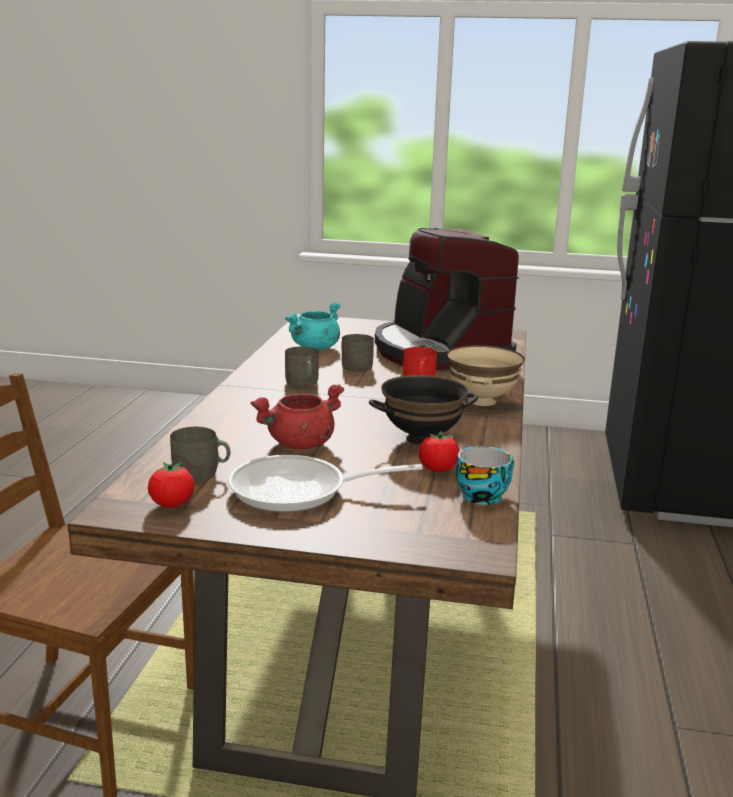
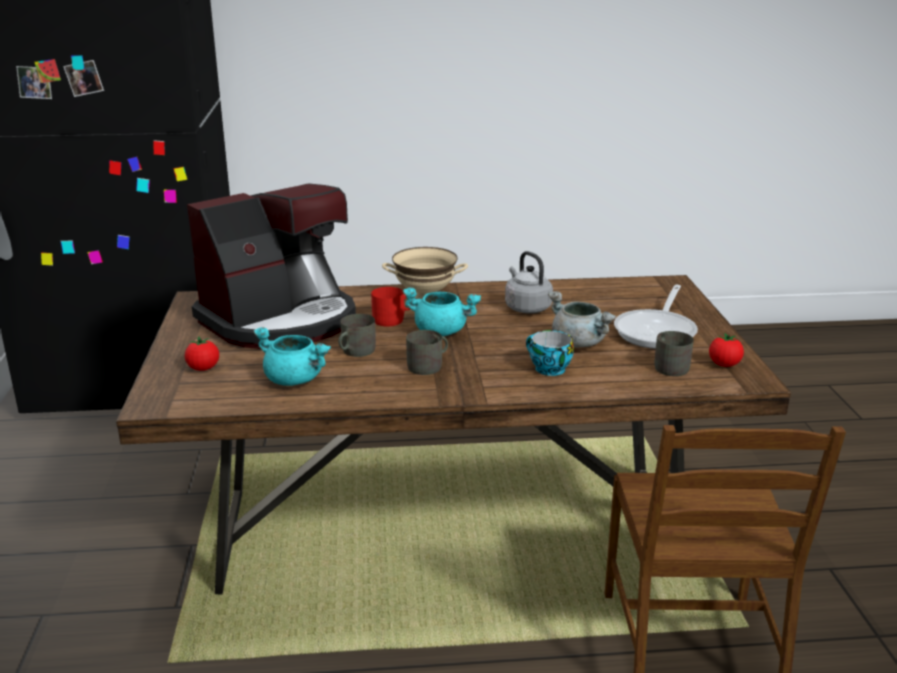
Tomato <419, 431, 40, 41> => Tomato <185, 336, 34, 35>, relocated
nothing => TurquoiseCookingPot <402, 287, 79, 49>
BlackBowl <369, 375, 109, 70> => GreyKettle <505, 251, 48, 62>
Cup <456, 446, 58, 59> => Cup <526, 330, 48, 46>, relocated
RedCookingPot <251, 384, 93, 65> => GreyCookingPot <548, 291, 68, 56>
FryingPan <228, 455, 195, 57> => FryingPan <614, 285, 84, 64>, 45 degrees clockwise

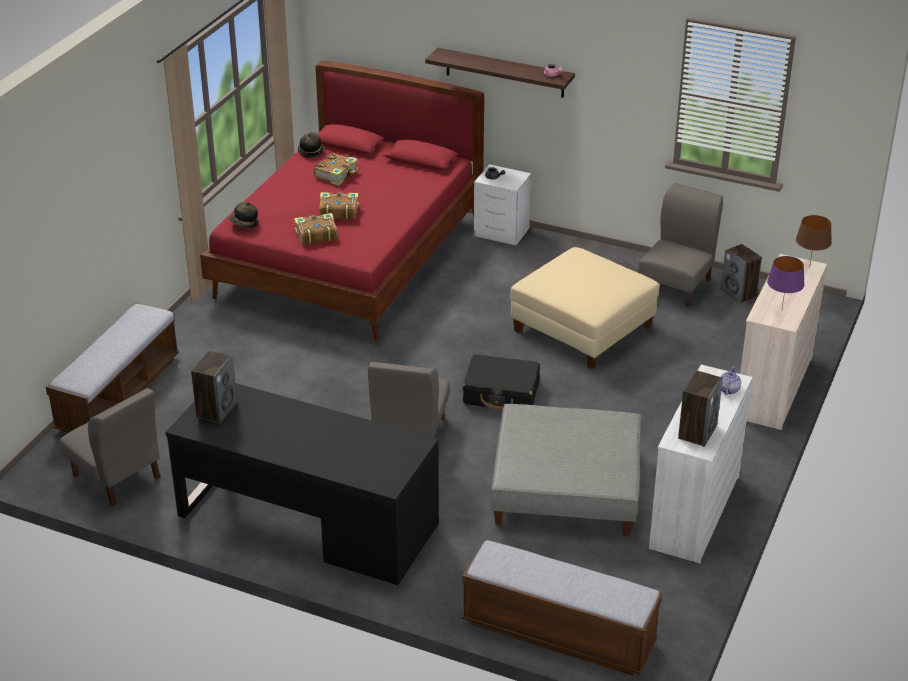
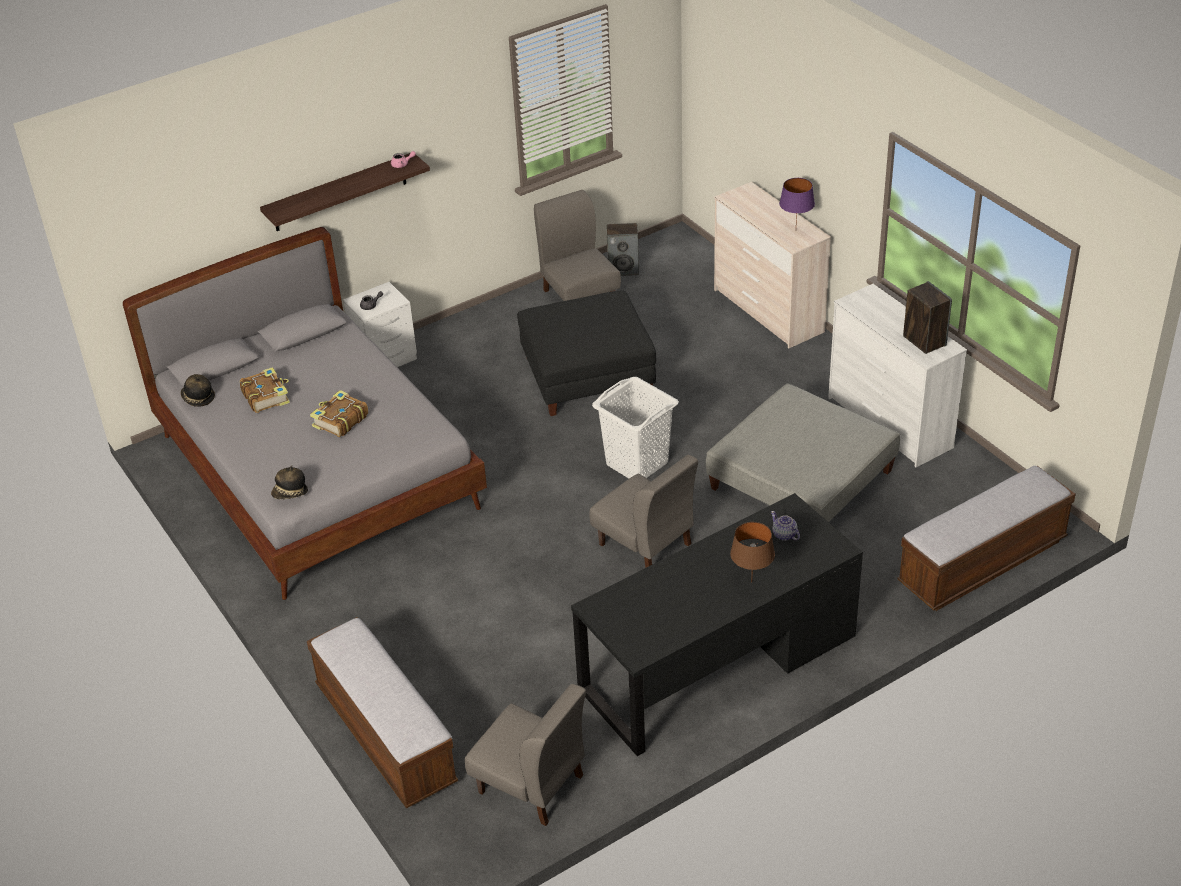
RedBed <200, 61, 284, 280> => GreyBed <123, 227, 364, 373>
GreyChair <60, 388, 100, 118> => GreyChair <465, 684, 121, 142>, 45 degrees clockwise
BeigeOttoman <510, 247, 150, 122> => BlackOttoman <517, 291, 139, 125>
BlackSuitcase <463, 354, 77, 57> => WhiteLaundryBasket <592, 377, 87, 101>
BrownTableLamp <796, 215, 36, 53> => BrownTableLamp <730, 522, 45, 48>, relocated
Teapot <720, 366, 21, 29> => Teapot <771, 511, 29, 30>, relocated
Speaker <191, 351, 46, 73> => nothing
Book <294, 213, 44, 32> => nothing

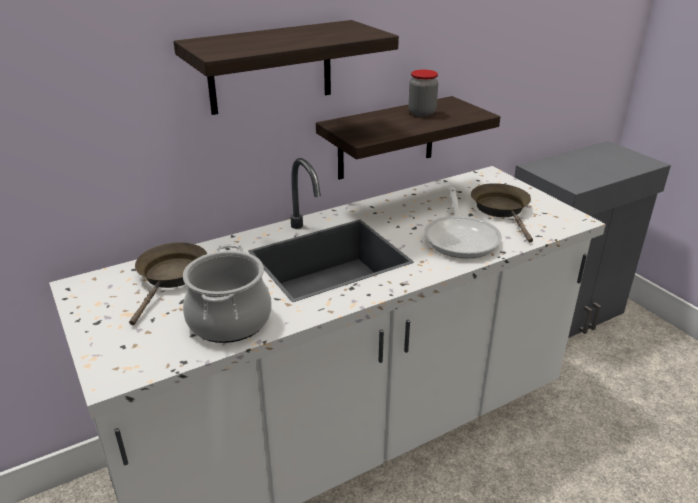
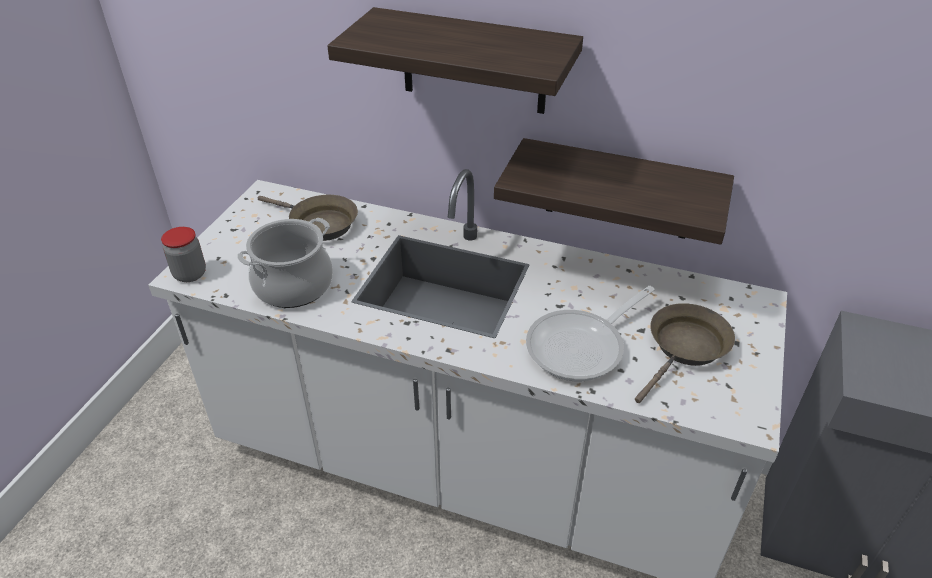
Jar <408, 69, 30, 48> => Jar <161, 227, 45, 55>, relocated
BrownFryingPan <129, 242, 78, 83> => BrownFryingPan <258, 195, 100, 46>, 60 degrees clockwise

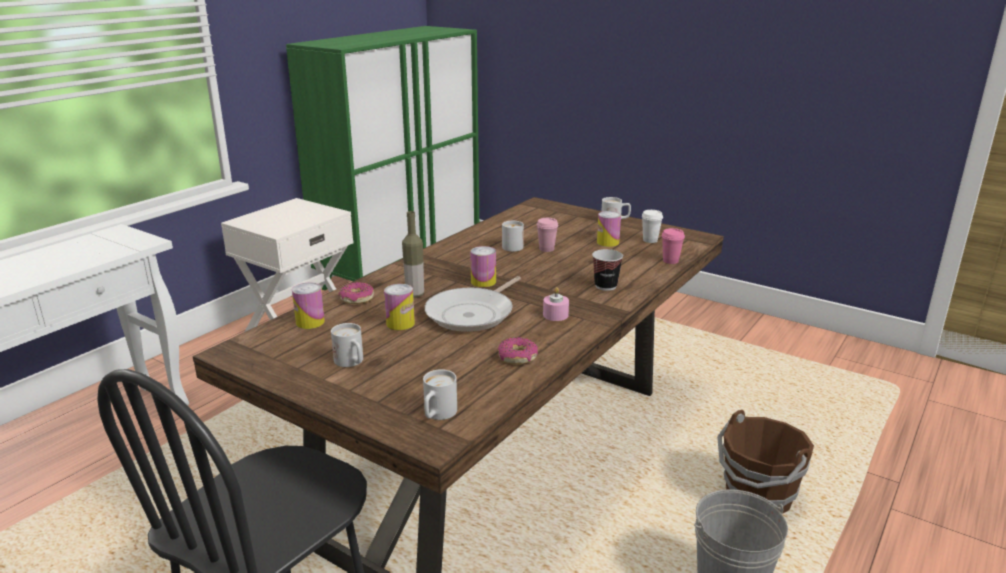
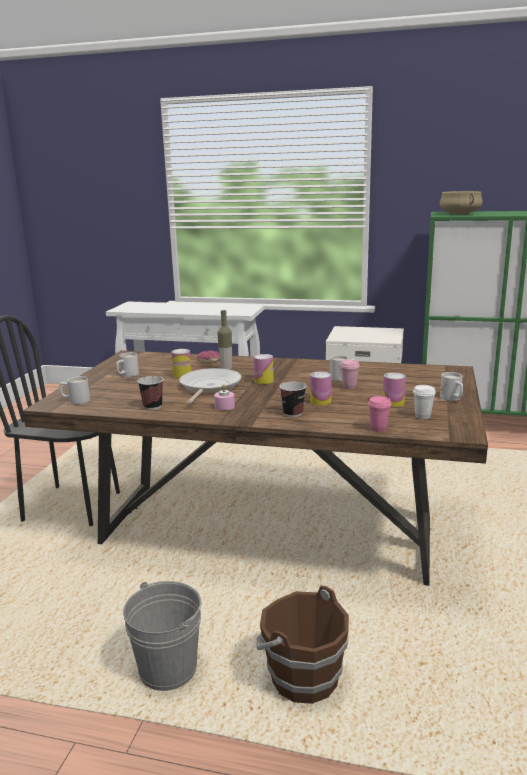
Donut <498, 337, 40, 28> => Cup <138, 376, 26, 34>
FryingPan <425, 276, 96, 56> => FryingPan <179, 368, 63, 36>, 90 degrees clockwise
Can <292, 283, 33, 46> => Can <310, 371, 22, 35>, relocated
nothing => BeigeCookingPot <440, 191, 43, 23>

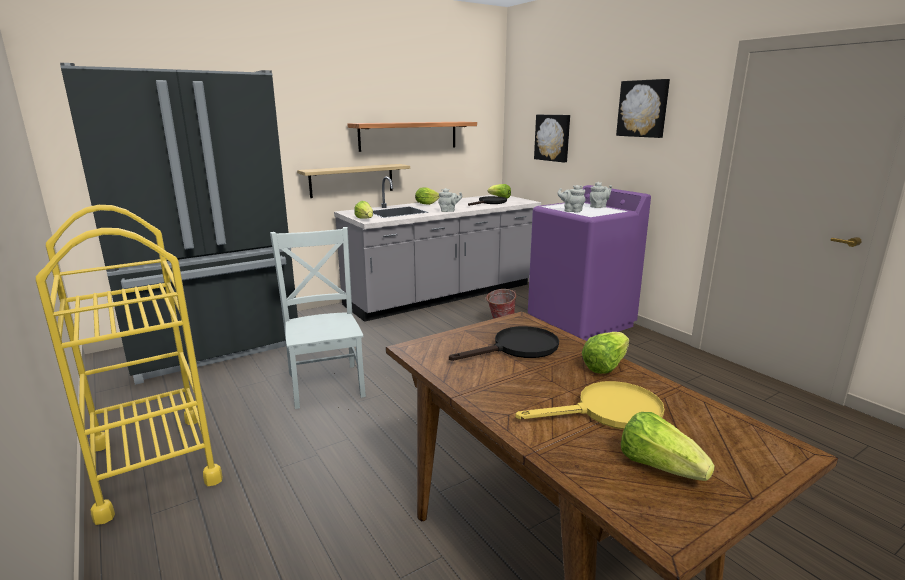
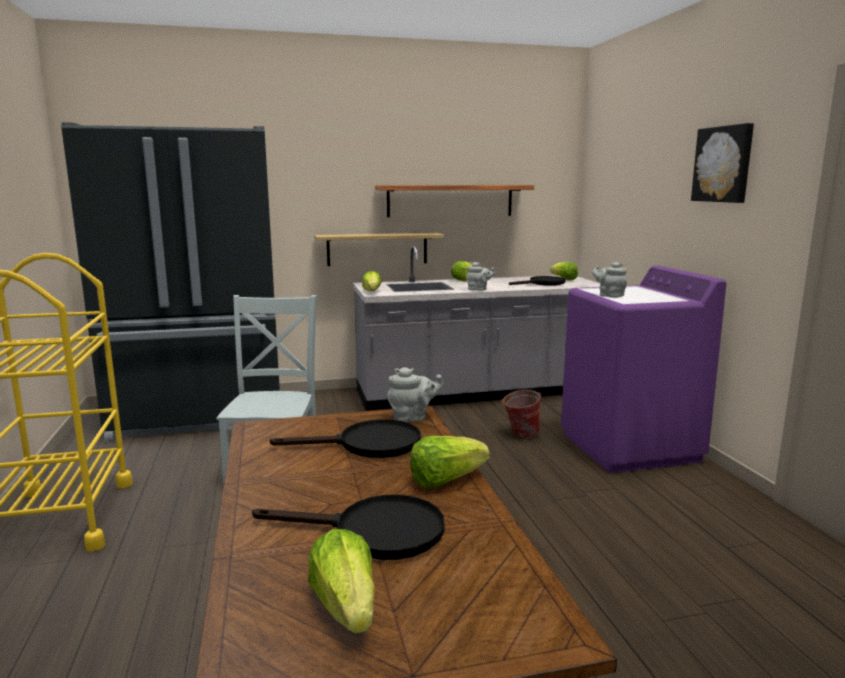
YellowFryingPan <516, 381, 148, 48> => BlackFryingPan <252, 495, 193, 65>
GreyTeapot <590, 182, 22, 26> => GreyTeapot <387, 367, 57, 55>, relocated
Picture <534, 115, 36, 47> => nothing

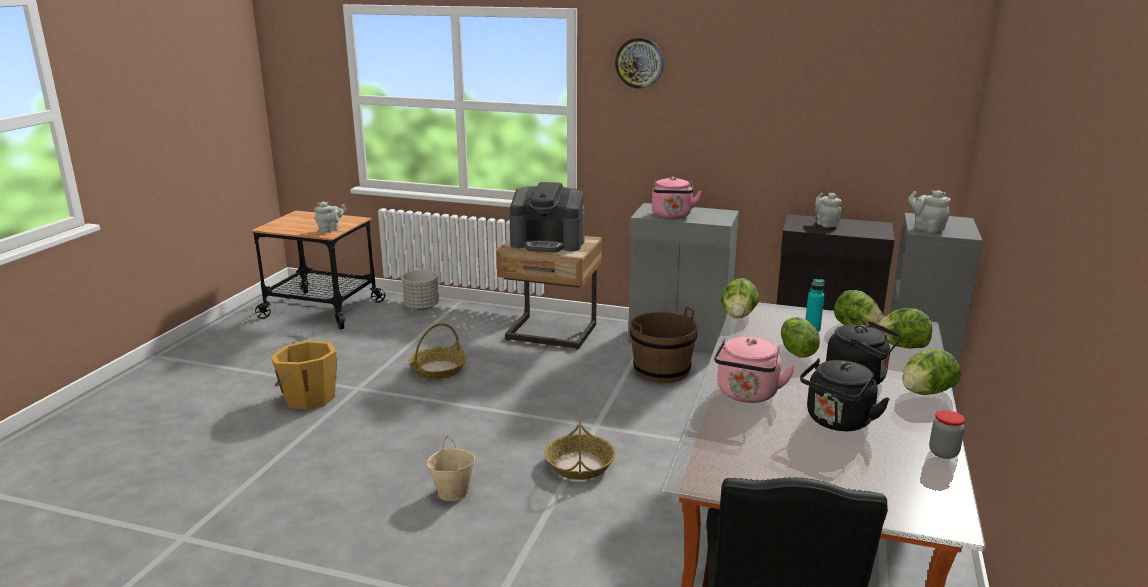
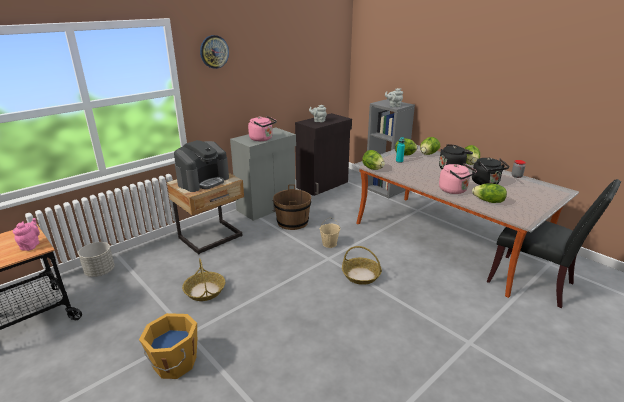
GreyTeapot <314, 202, 32, 31> => PinkTeapot <13, 218, 27, 33>
BeigeBucket <427, 436, 48, 65> => BeigeBucket <320, 218, 20, 30>, relocated
Lettuce <781, 317, 39, 41> => Lettuce <472, 183, 35, 20>, relocated

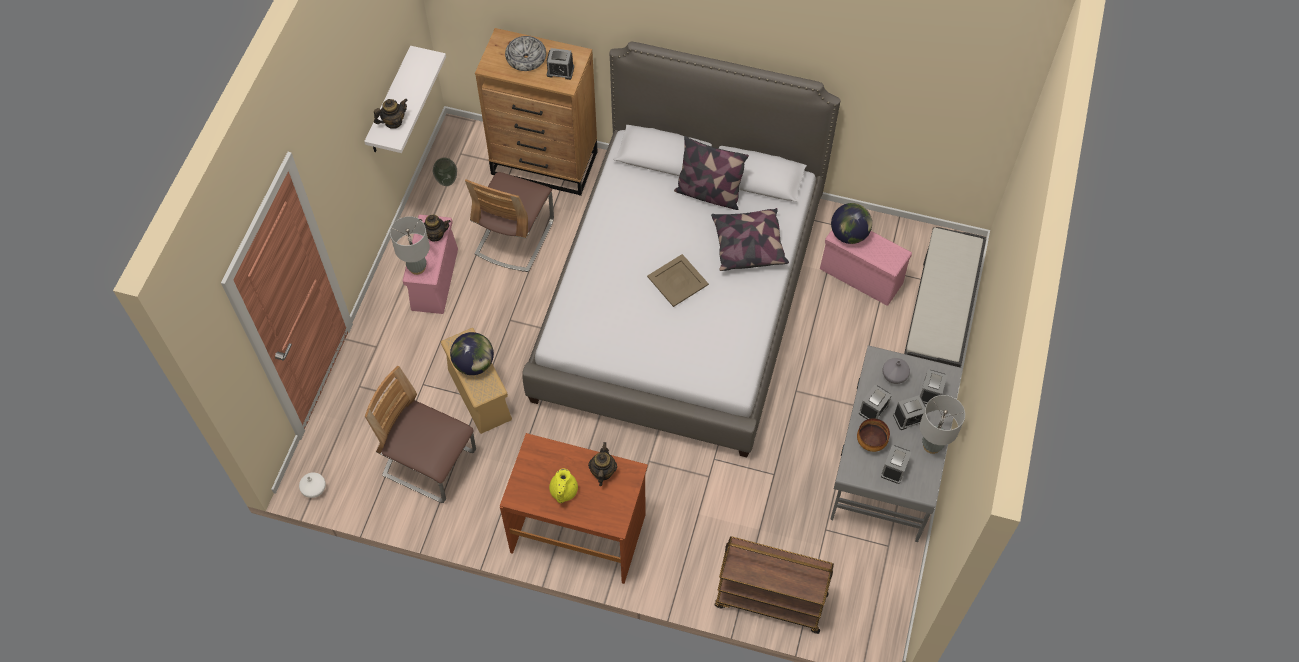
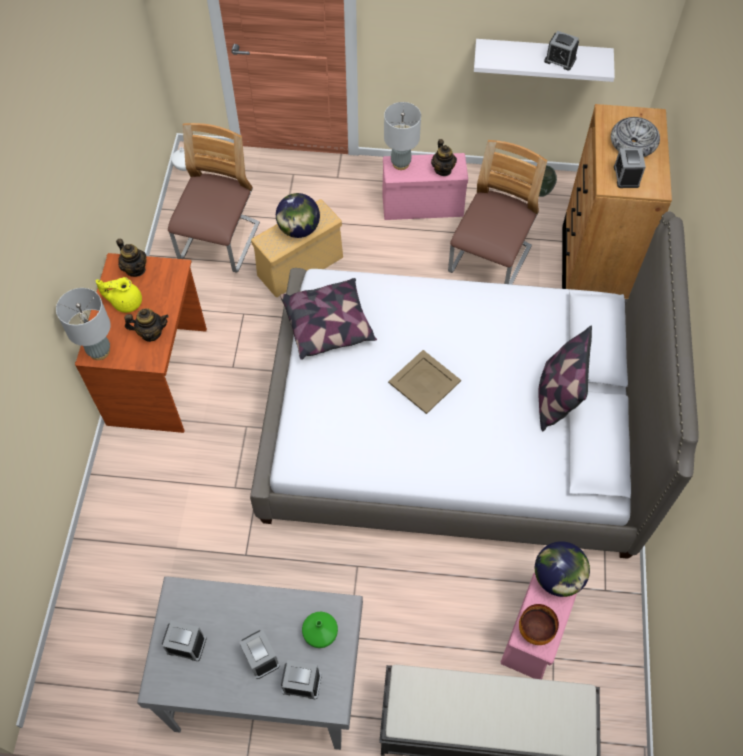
GreyTableLamp <920, 395, 45, 59> => GreyTableLamp <56, 288, 55, 72>, relocated
Teapot <374, 98, 34, 31> => Teapot <116, 238, 31, 39>, relocated
Pillow <711, 208, 78, 63> => Pillow <280, 278, 97, 82>, relocated
GreyVase <883, 358, 27, 26> => GreenVase <302, 612, 36, 36>
Chair <465, 172, 89, 100> => Chair <448, 140, 99, 145>, 105 degrees clockwise
Bowl <857, 418, 33, 34> => Bowl <519, 604, 40, 41>, relocated
AlarmClock <859, 385, 33, 34> => AlarmClock <544, 31, 35, 40>, relocated
BrownCart <715, 536, 119, 98> => nothing

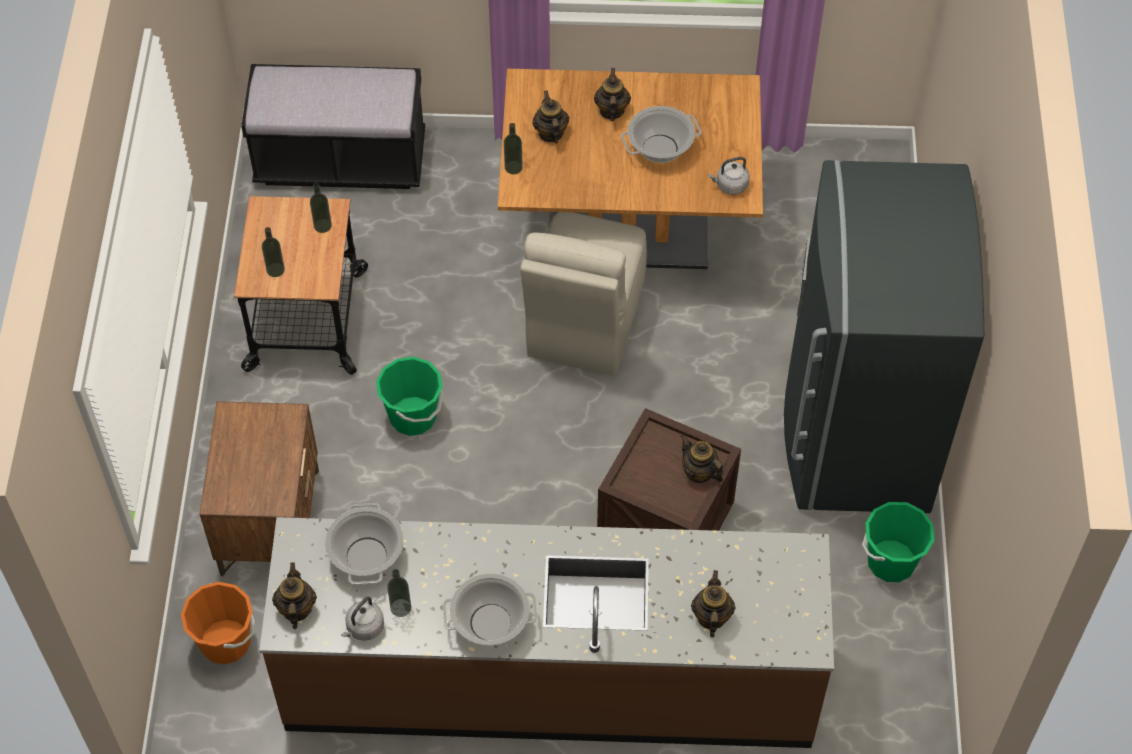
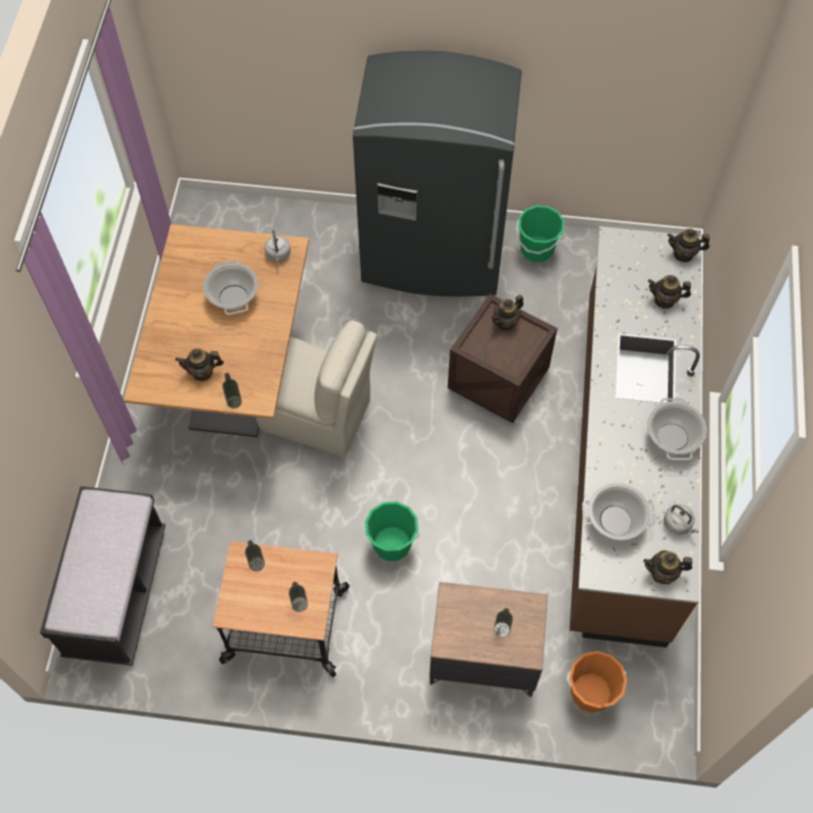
Bottle <387, 569, 24, 48> => Bottle <494, 608, 19, 29>, relocated
Teapot <594, 68, 37, 53> => Teapot <667, 228, 43, 34>, relocated

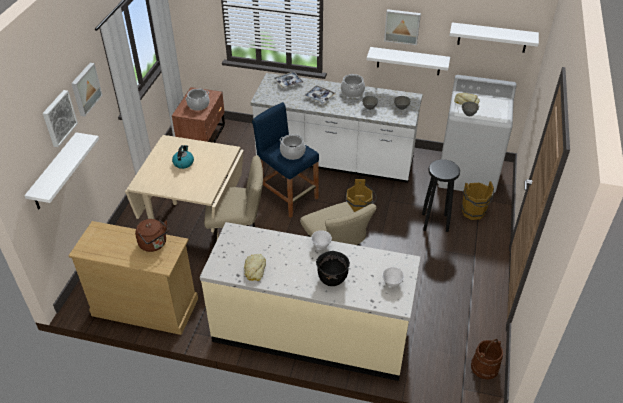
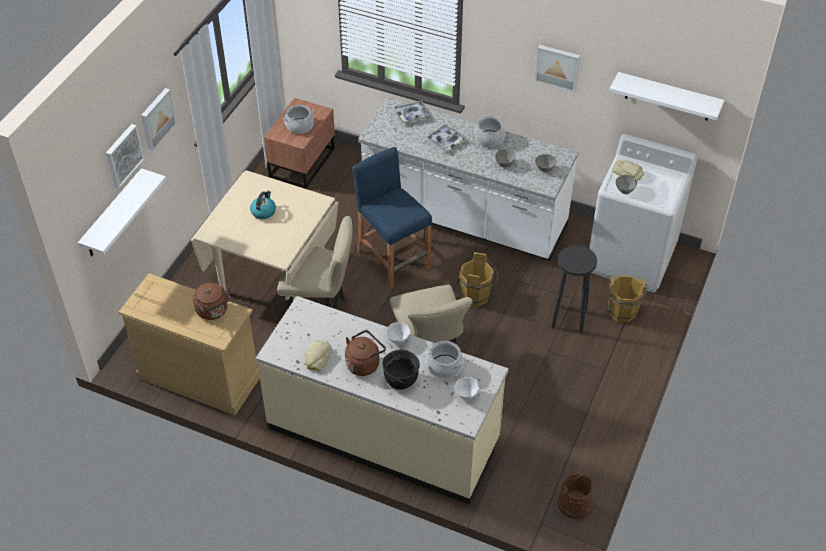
nothing => BrownKettle <345, 330, 41, 46>
CookingPot <280, 134, 26, 26> => CookingPot <427, 341, 36, 38>, relocated
WhiteShelf <367, 47, 83, 28> => nothing

